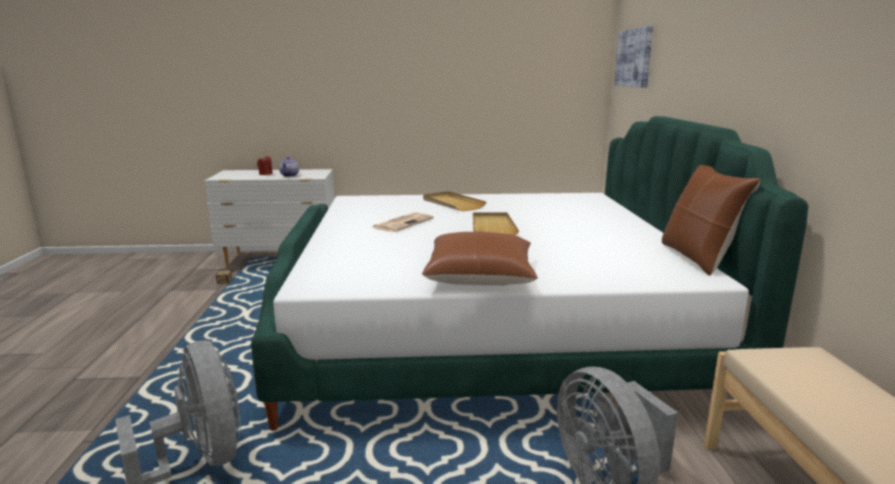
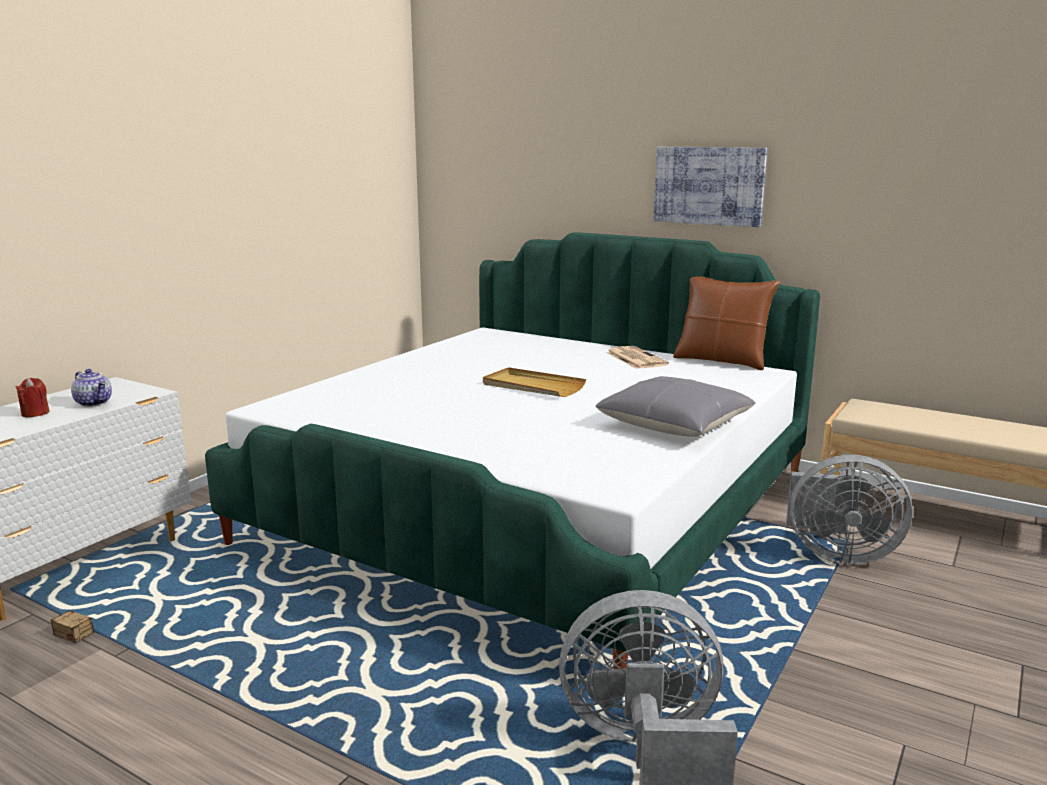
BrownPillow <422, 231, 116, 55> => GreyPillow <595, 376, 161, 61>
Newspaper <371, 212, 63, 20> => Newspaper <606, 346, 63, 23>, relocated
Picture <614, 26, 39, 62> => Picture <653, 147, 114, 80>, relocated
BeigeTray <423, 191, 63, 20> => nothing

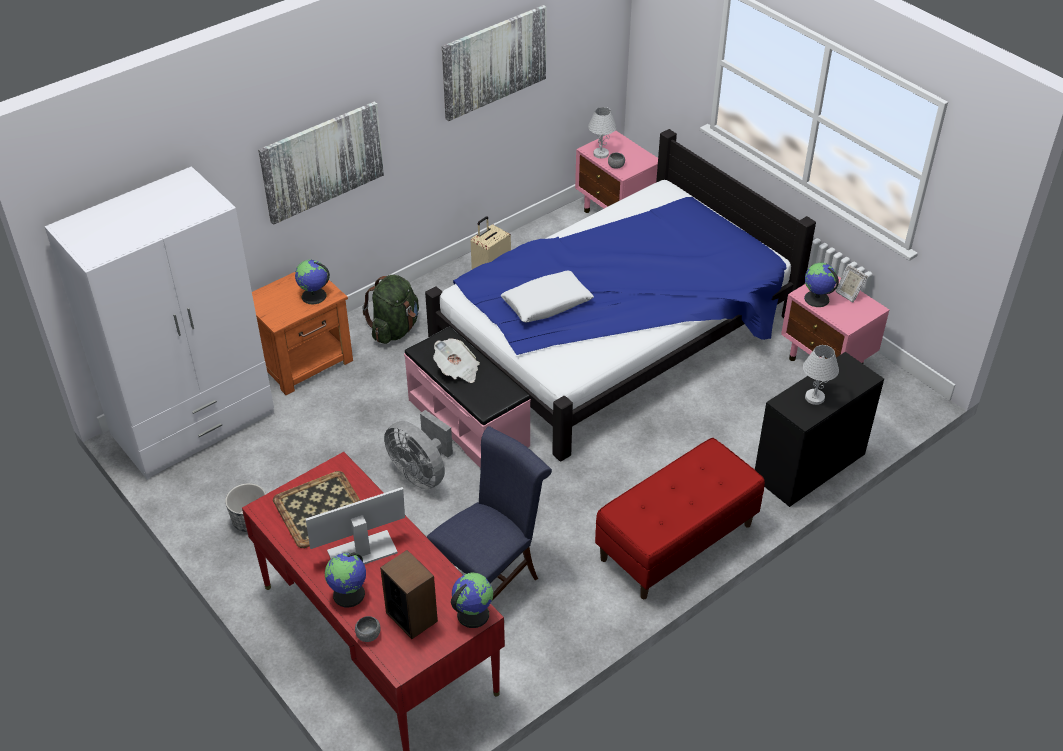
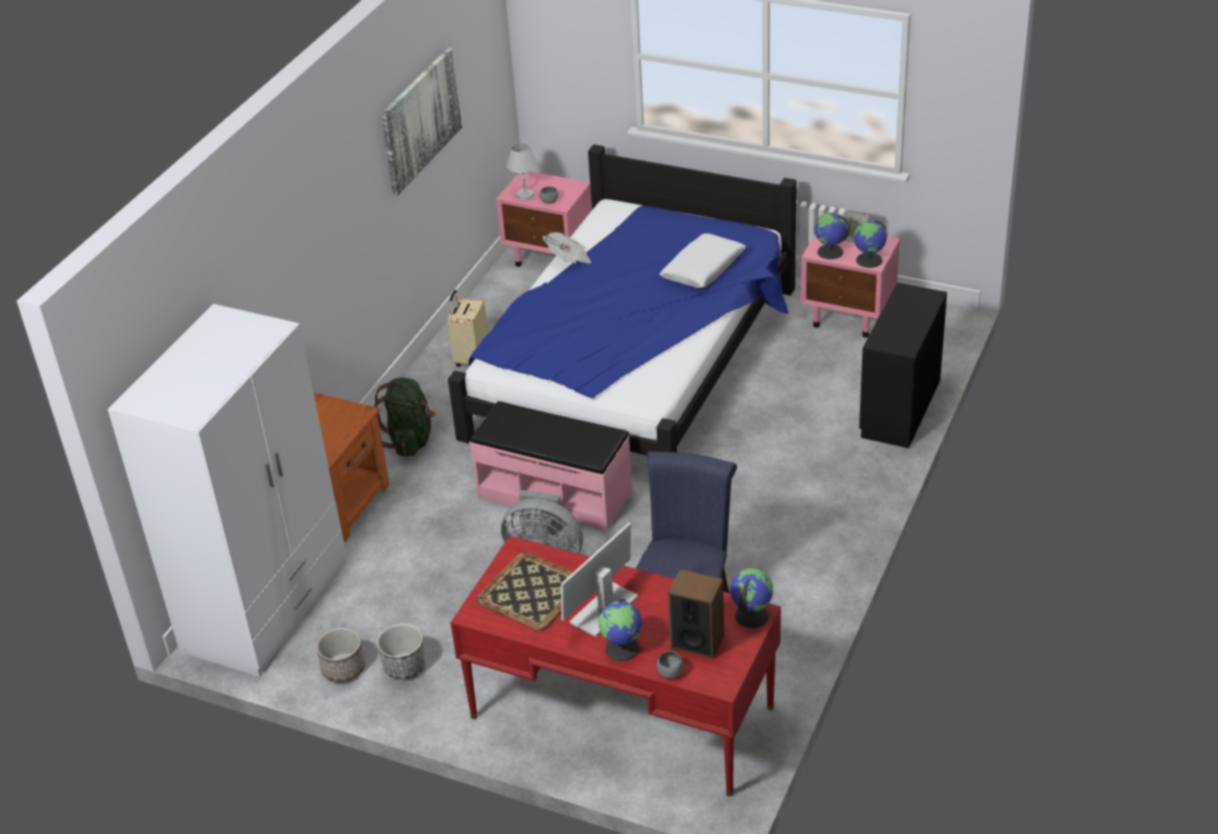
nothing => Planter <316, 628, 49, 54>
Newspaper <433, 339, 47, 44> => Newspaper <543, 232, 48, 32>, relocated
WhitePillow <501, 270, 93, 52> => WhitePillow <660, 233, 86, 55>, relocated
Globe <295, 260, 35, 44> => Globe <853, 220, 34, 48>, relocated
Picture <258, 102, 126, 123> => nothing
RedBench <595, 438, 170, 161> => nothing
WhiteTableLamp <803, 345, 36, 60> => nothing

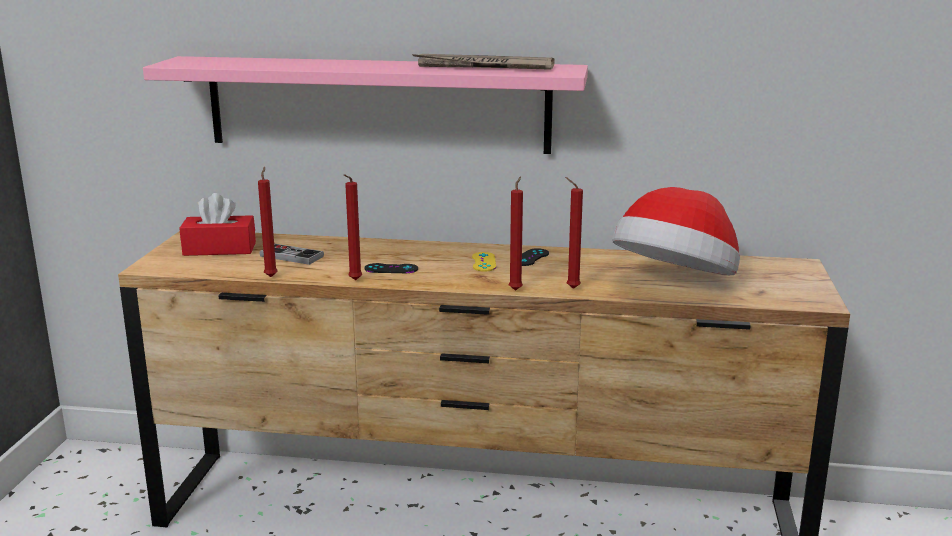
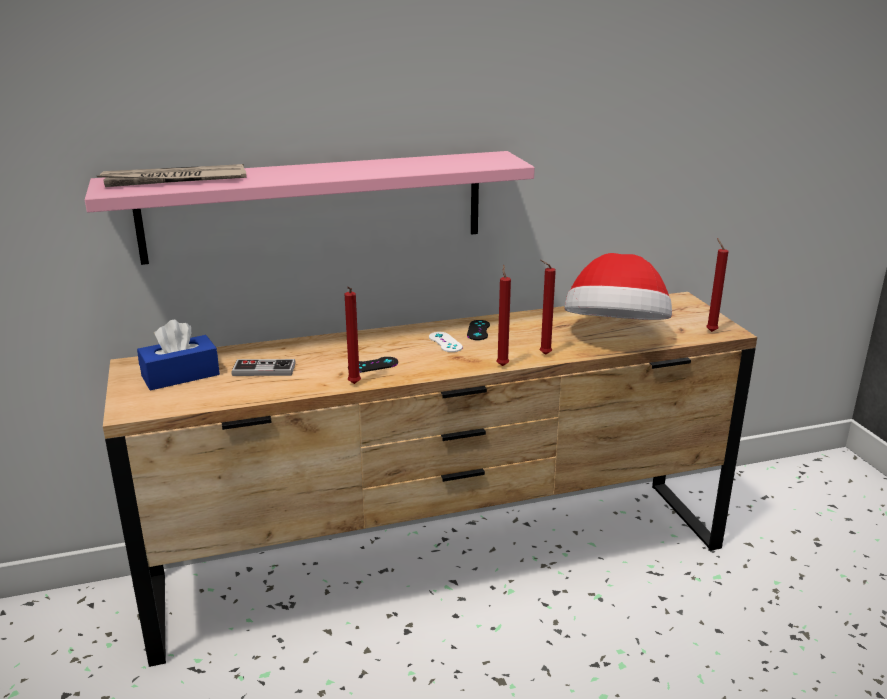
Newspaper <412, 54, 143, 16> => Newspaper <97, 164, 150, 23>, relocated
RedTissueBox <179, 193, 77, 63> => BlueTissueBox <137, 319, 83, 72>
YellowGameController <472, 252, 24, 20> => WhiteGameController <429, 332, 34, 20>
RedCandle <258, 167, 20, 110> => RedCandle <706, 238, 22, 94>, relocated

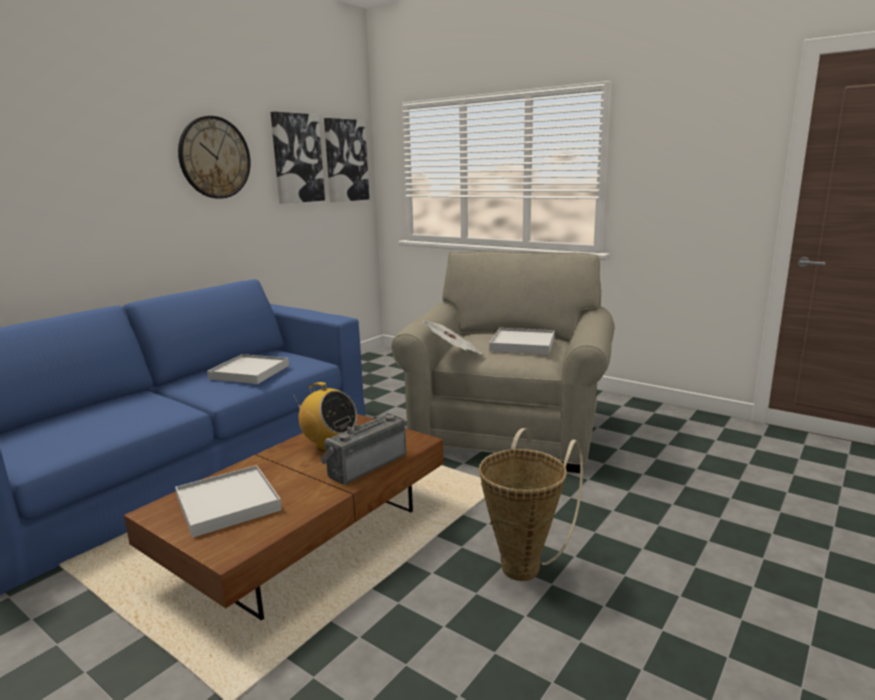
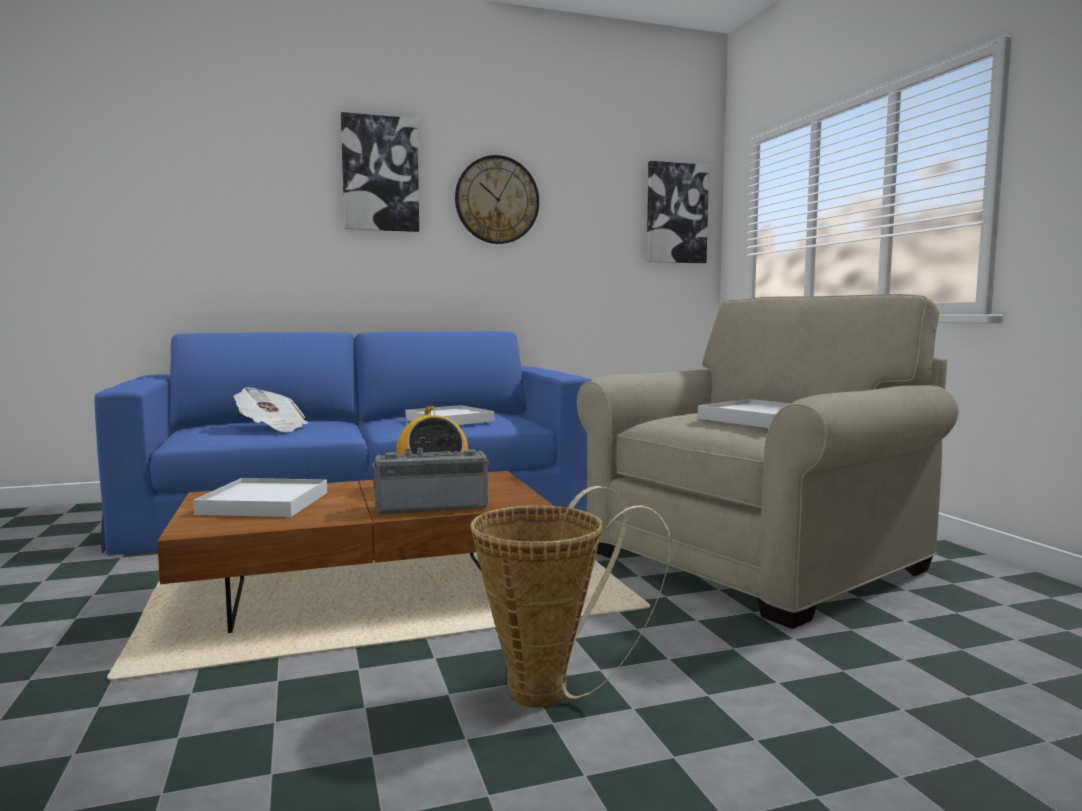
Newspaper <422, 321, 60, 33> => Newspaper <234, 388, 74, 44>, relocated
Picture <271, 112, 54, 92> => Picture <341, 112, 78, 120>, relocated

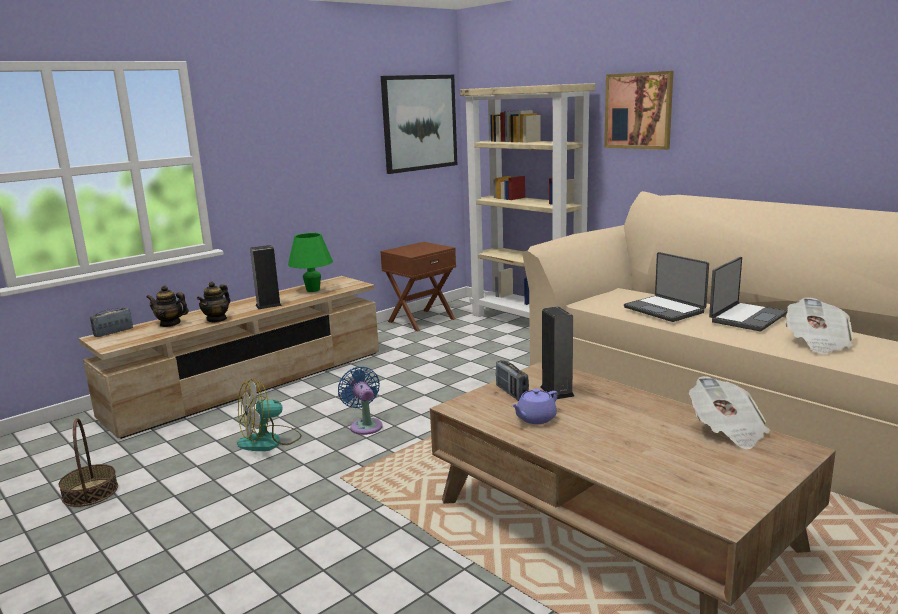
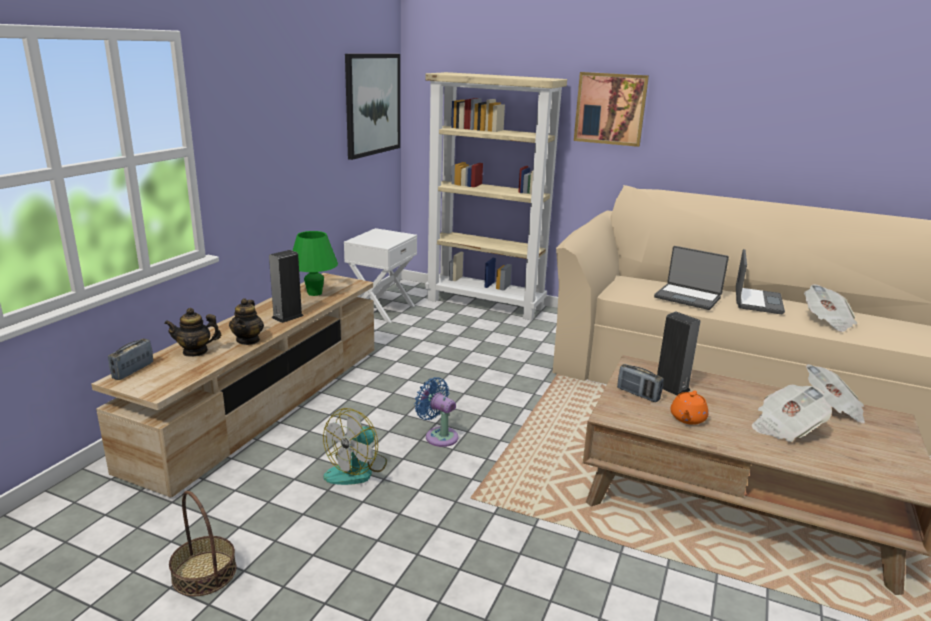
BrownNightstand <380, 242, 76, 89> => WhiteNightstand <344, 228, 73, 95>
PurpleTeapot <512, 389, 46, 35> => OrangeTeapot <670, 390, 39, 35>
nothing => Newspaper <752, 385, 80, 57>

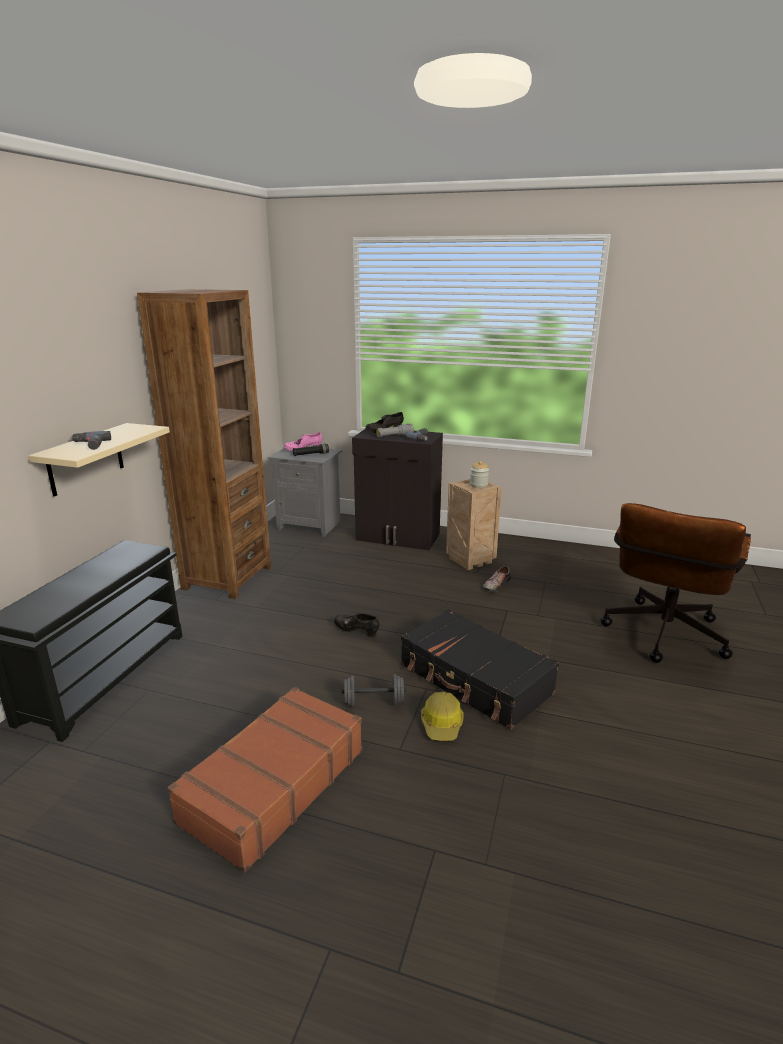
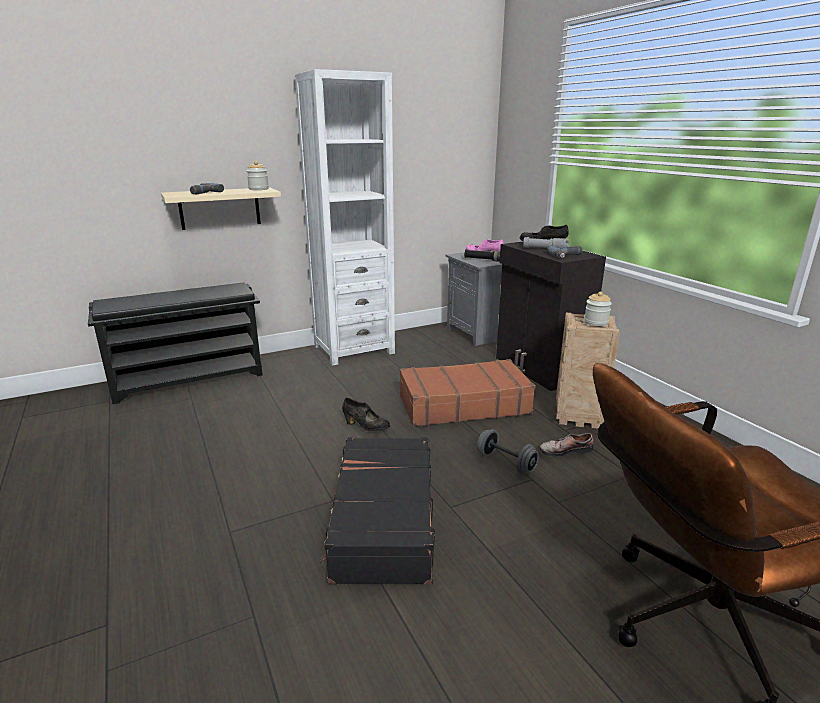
nothing => Jar <247, 161, 22, 29>
BrownBookcase <137, 289, 134, 310> => WhiteBookcase <295, 69, 100, 297>
BlackShoe <334, 613, 46, 25> => BlackShoe <342, 398, 48, 33>, 135 degrees clockwise
BrownSuitcase <168, 687, 195, 185> => BrownSuitcase <400, 359, 136, 68>, relocated
GreyDumbbell <342, 674, 64, 33> => GreyDumbbell <477, 429, 62, 45>, relocated
HardHat <421, 691, 42, 50> => nothing

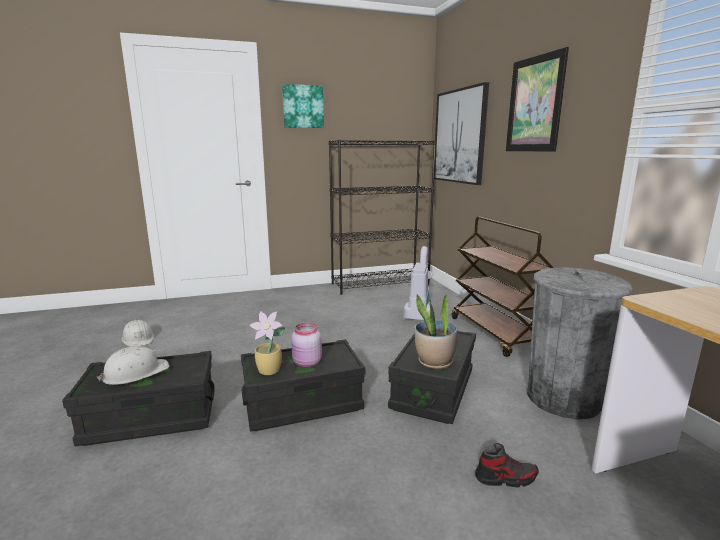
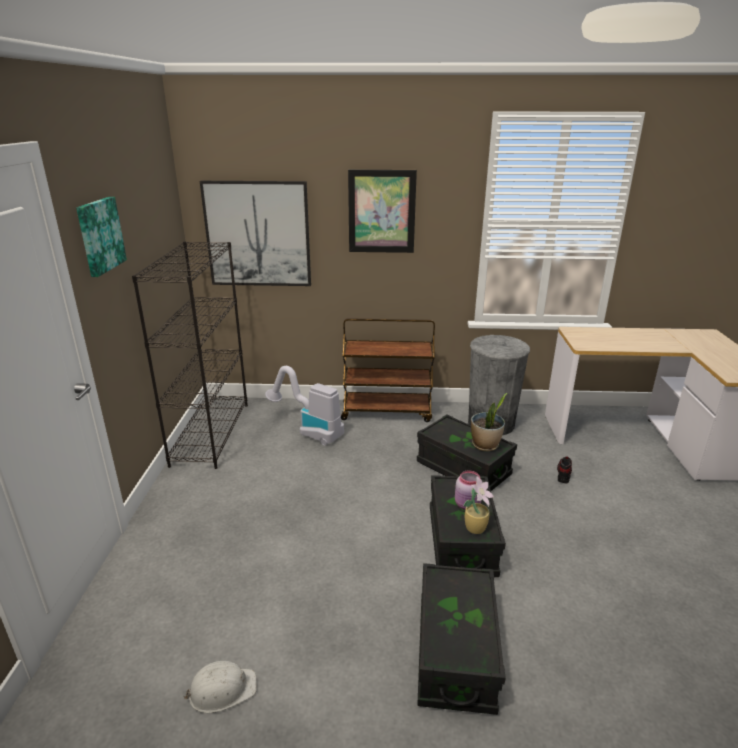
WhiteHardHat <97, 346, 72, 39> => nothing

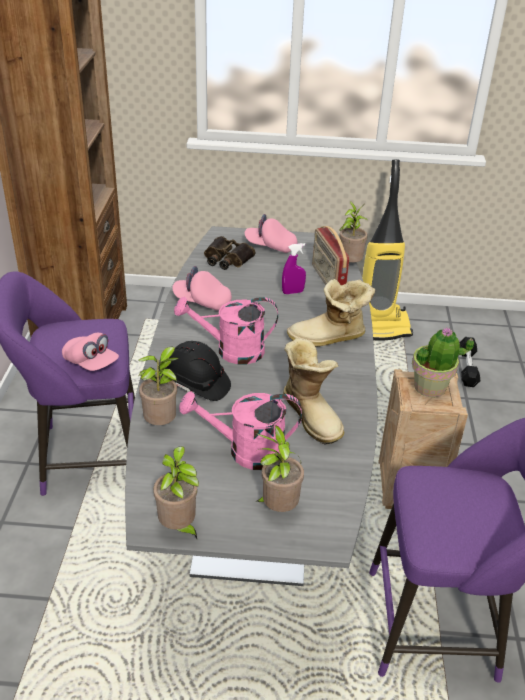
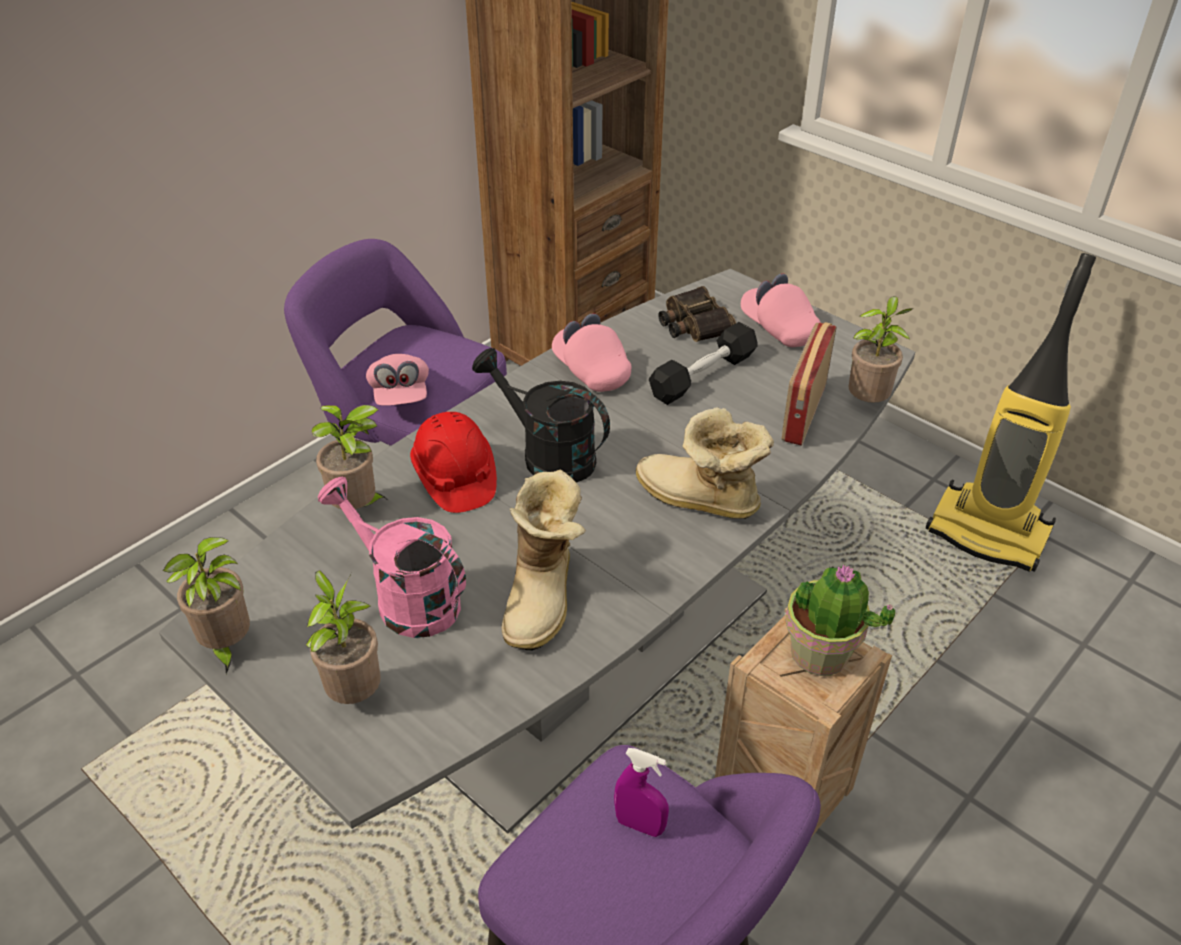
BlackHardHat <165, 341, 66, 60> => RedHardHat <410, 412, 87, 101>
PinkWateringCan <174, 297, 104, 67> => BlackWateringCan <472, 348, 138, 135>
PurpleSprayBottle <282, 243, 24, 51> => PurpleSprayBottle <614, 748, 55, 89>, relocated
BlackDumbbell <459, 337, 21, 50> => BlackDumbbell <649, 322, 109, 83>, relocated

